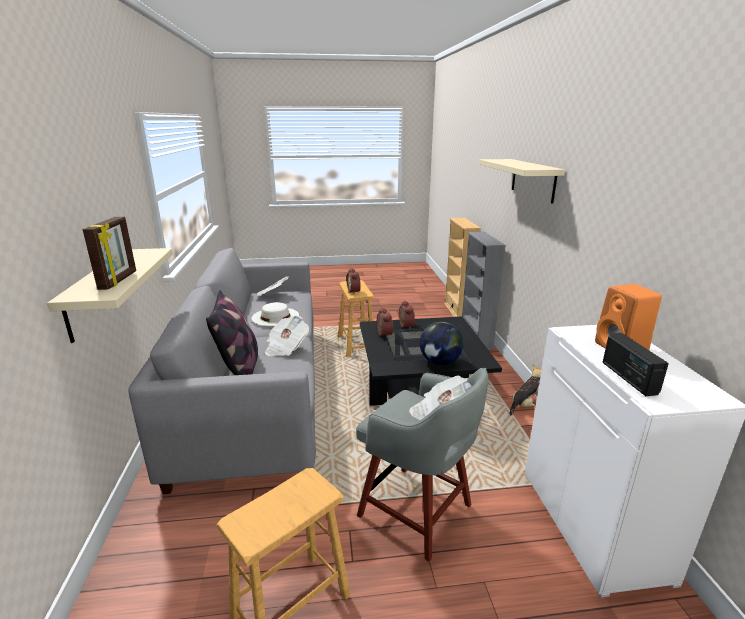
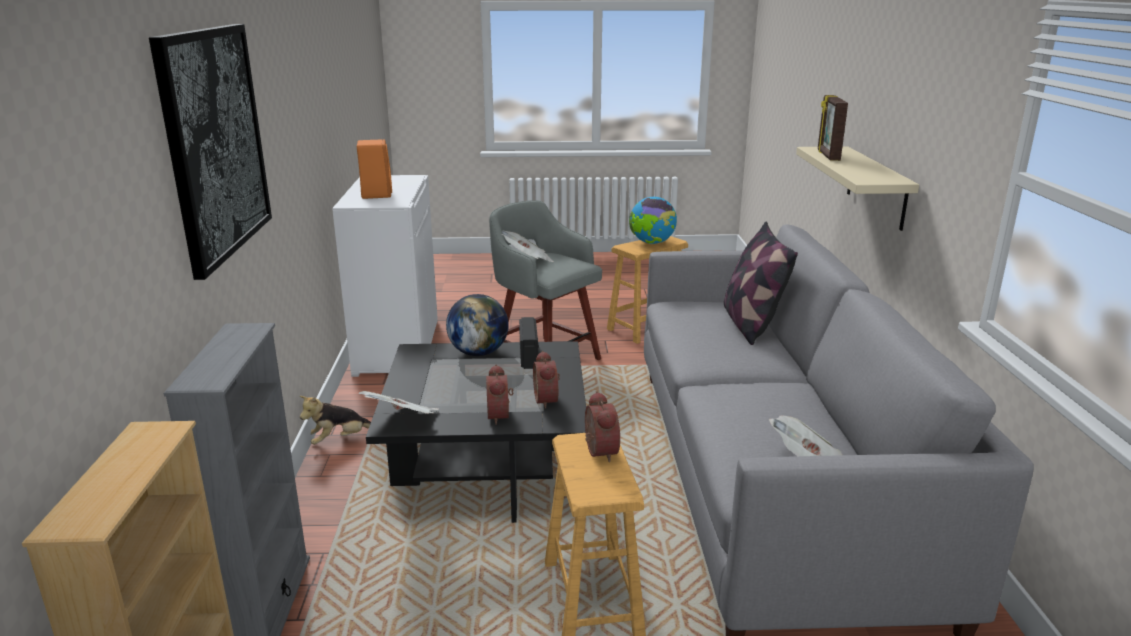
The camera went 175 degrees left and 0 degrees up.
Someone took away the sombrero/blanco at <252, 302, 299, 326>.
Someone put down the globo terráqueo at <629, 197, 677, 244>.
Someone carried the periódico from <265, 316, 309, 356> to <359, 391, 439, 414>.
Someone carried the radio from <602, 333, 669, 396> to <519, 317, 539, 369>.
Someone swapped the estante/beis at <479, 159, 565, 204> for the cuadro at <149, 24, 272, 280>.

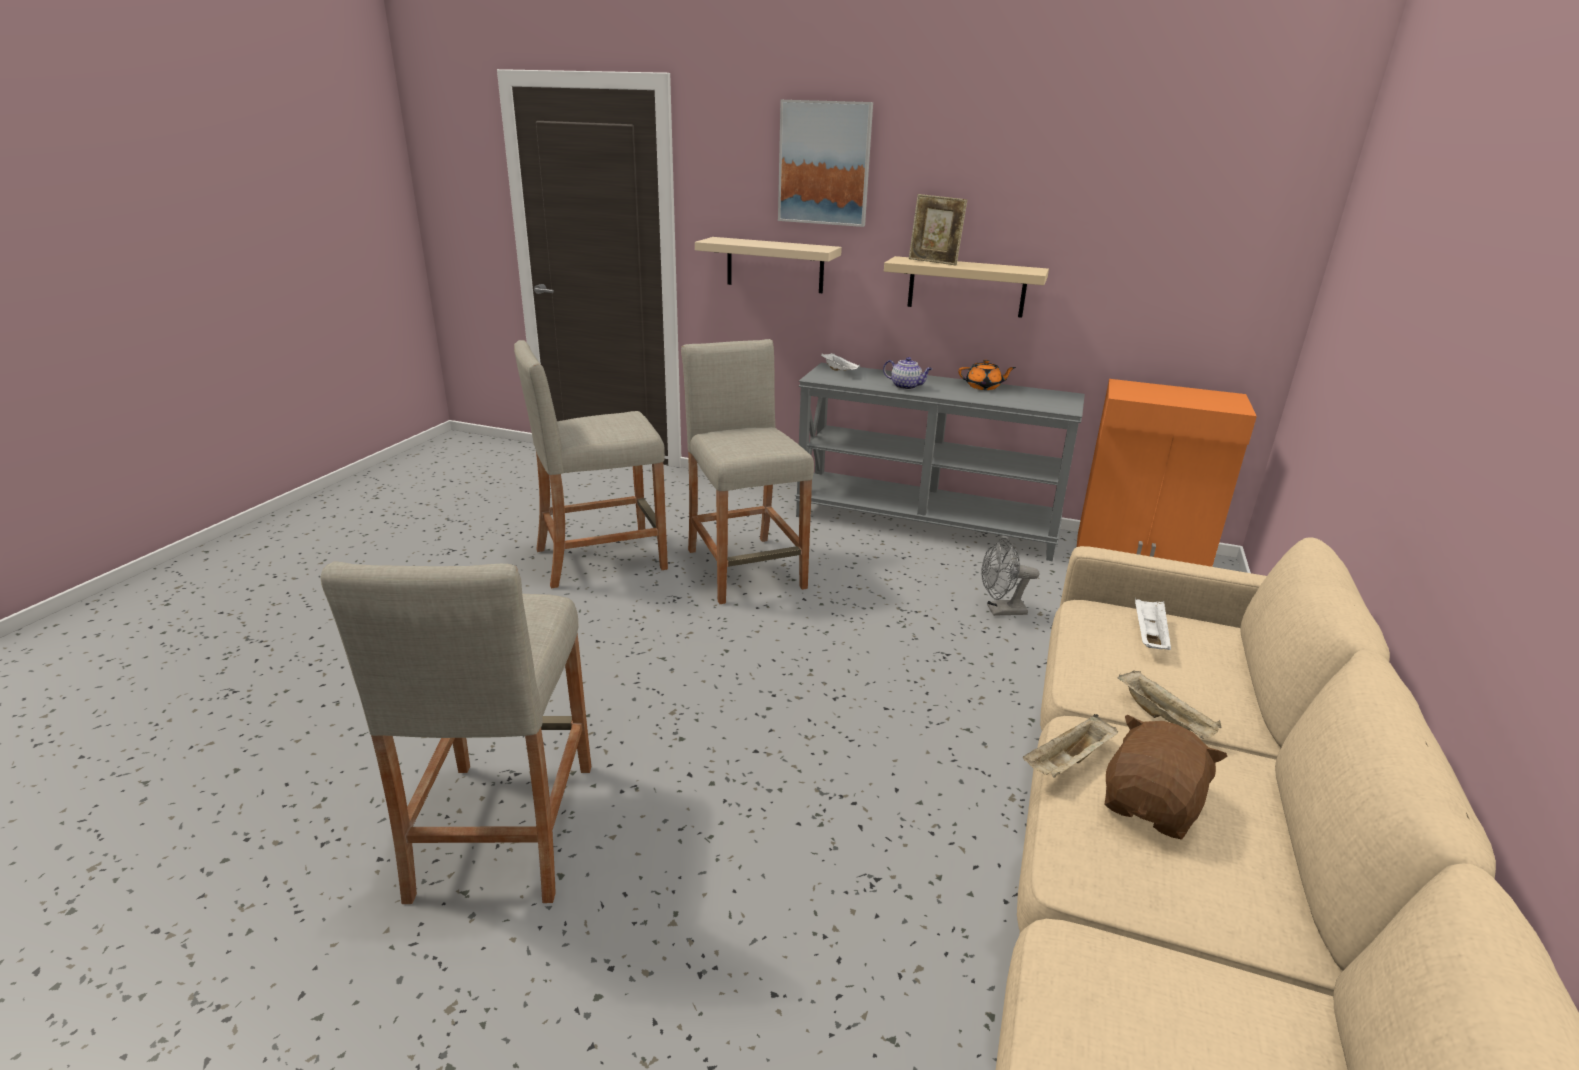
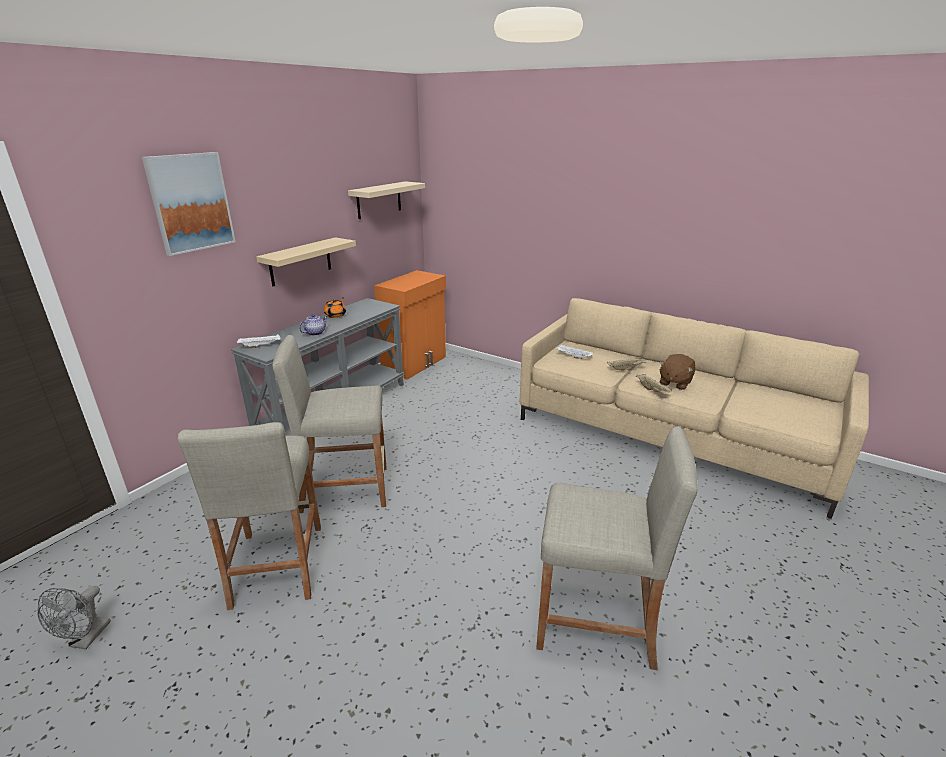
The camera went 75 degrees left and 0 degrees up.
Someone took away the portarretratos at <909, 194, 967, 266>.
Someone carried the estante/beis from <695, 237, 842, 293> to <348, 181, 425, 219>.
Someone carried the ventilador/gris from <981, 538, 1039, 616> to <37, 586, 111, 649>.
Someone rotated the peluche/marrón at <1104, 714, 1227, 840> by 105 degrees counterclockwise.

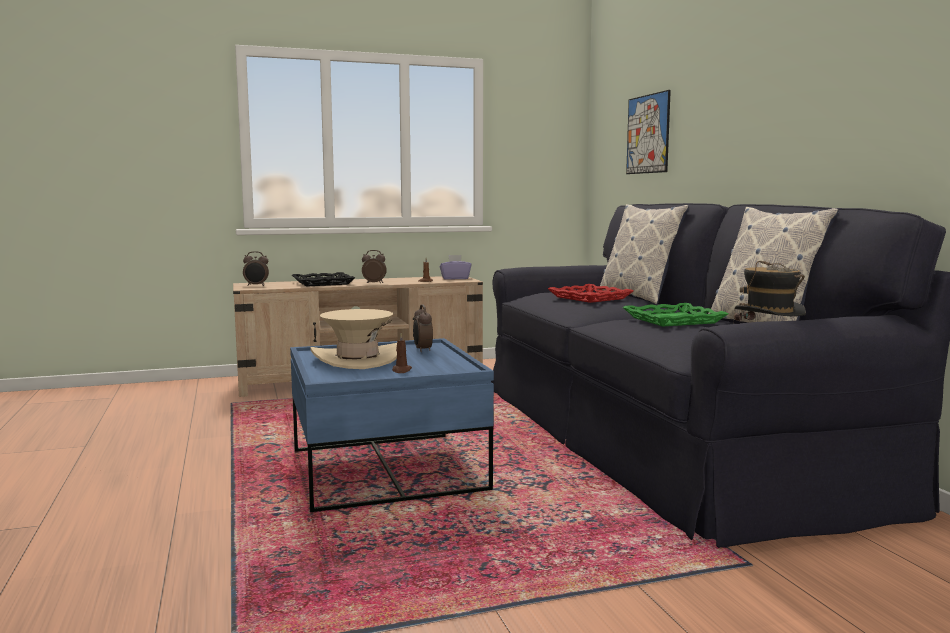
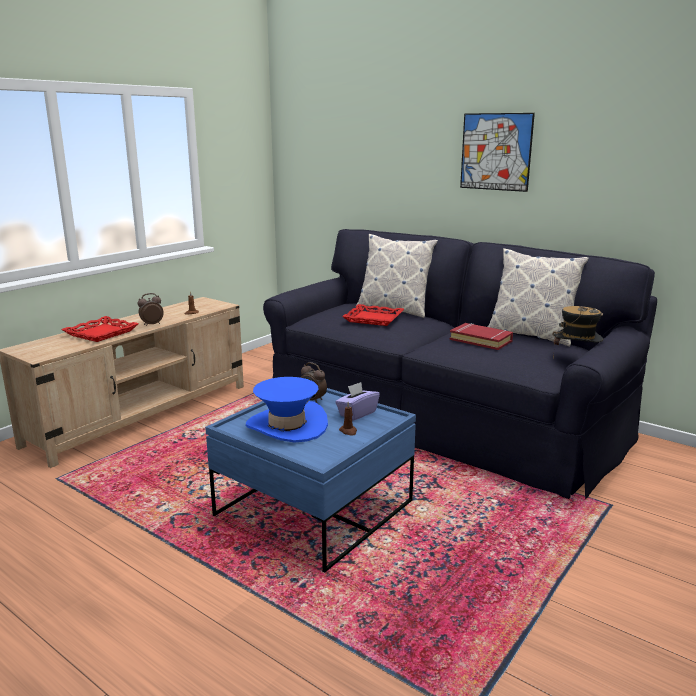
The camera went 35 degrees left and 10 degrees up.
Someone took away the despertador at <243, 251, 269, 286>.
Someone carried the caja de pañuelos/morado from <440, 255, 471, 280> to <335, 382, 380, 421>.
Someone carried the cuadro from <626, 90, 671, 174> to <460, 113, 535, 192>.
Someone swapped the bandeja/verde at <623, 303, 728, 327> for the libro/rojo at <450, 323, 513, 350>.
Someone repainted the bandeja/negro at <292, 272, 355, 286>, which became the bandeja/rojo at <61, 316, 139, 342>.
Someone repainted the sombrero/beis at <310, 309, 397, 369>, which became the sombrero/azul at <246, 377, 328, 443>.

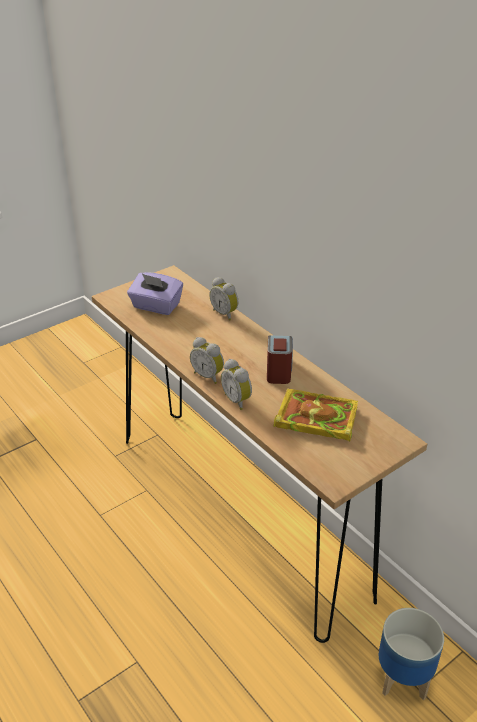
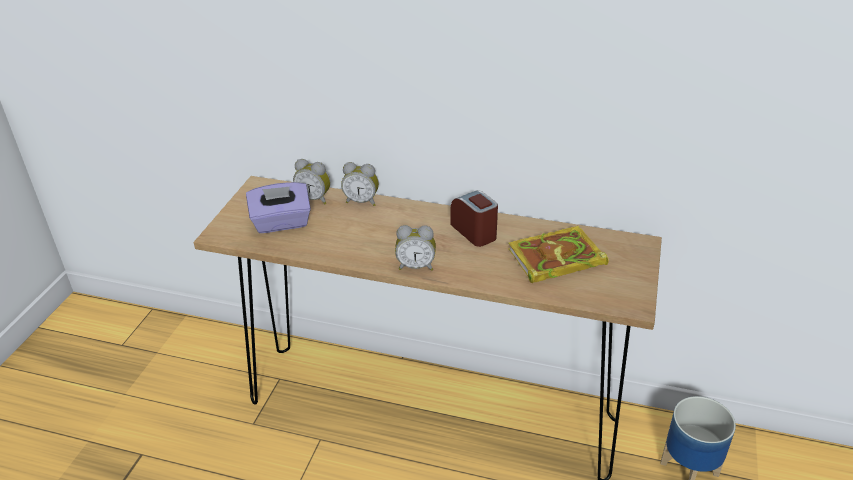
The camera went 35 degrees left and 0 degrees up.
Someone carried the despertador from <221, 359, 252, 410> to <293, 159, 330, 204>.

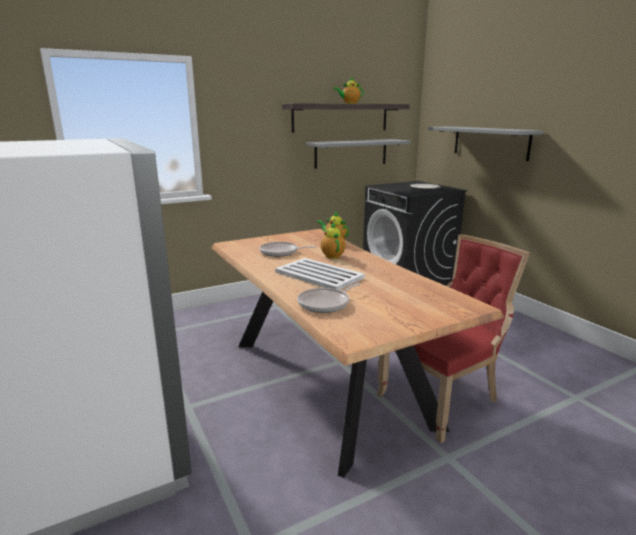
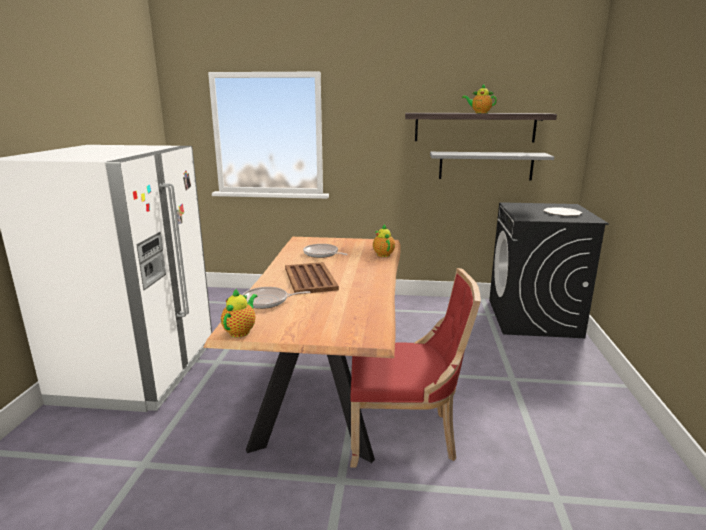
The camera went 35 degrees right and 0 degrees up.
Someone took away the estante/gris at <428, 126, 543, 161>.
Someone carried the tetera from <321, 222, 346, 259> to <221, 288, 257, 337>.
Someone repainted the bandeja/blanco at <275, 258, 365, 290>, which became the bandeja/marrón at <285, 262, 339, 295>.

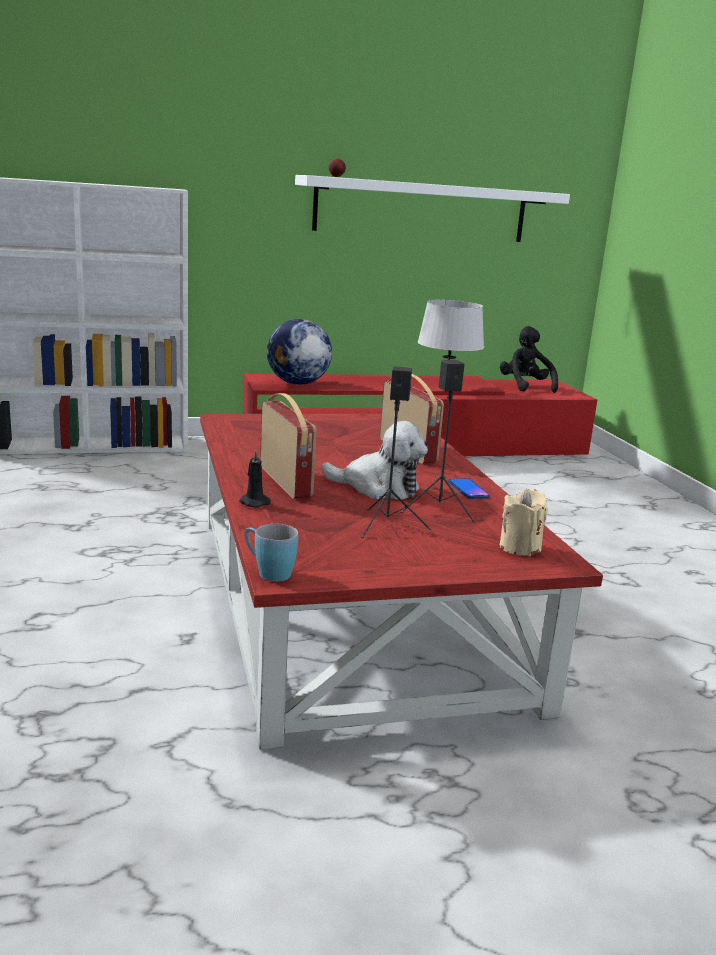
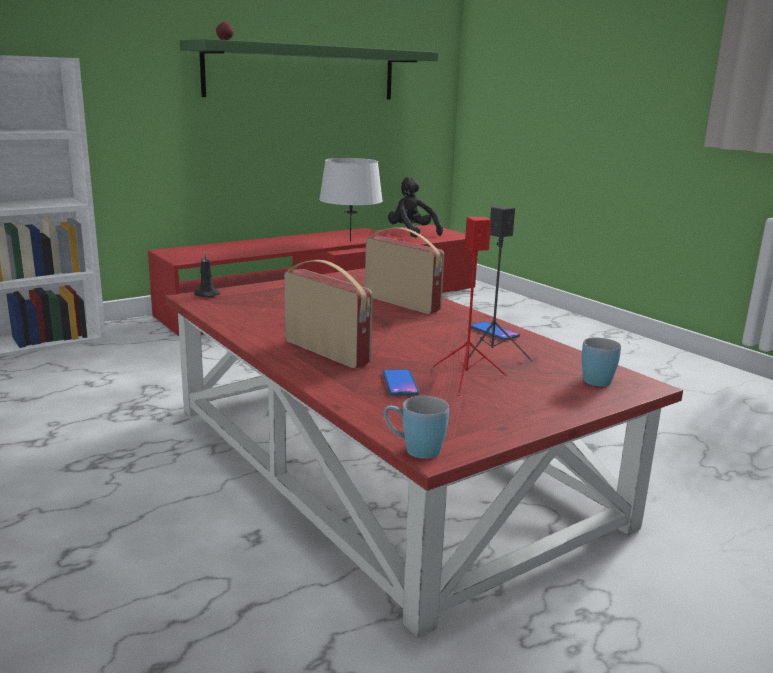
The camera went 20 degrees left and 0 degrees up.
Someone took away the globo terráqueo at <267, 319, 332, 385>.
Someone took away the peluche at <321, 421, 428, 499>.
Someone put down the móvil at <382, 369, 419, 396>.
Someone carried the vela/negro from <239, 449, 271, 508> to <194, 252, 220, 297>.
Someone swapped the vela/beis at <500, 489, 548, 556> for the taza grande/azul at <581, 338, 621, 386>.
Someone repainted the estante/blanco at <295, 175, 570, 242>, which became the estante/verde at <180, 39, 438, 99>.
Someone repainted the altavoz/negro at <361, 366, 431, 538>, which became the altavoz/rojo at <432, 217, 507, 396>.

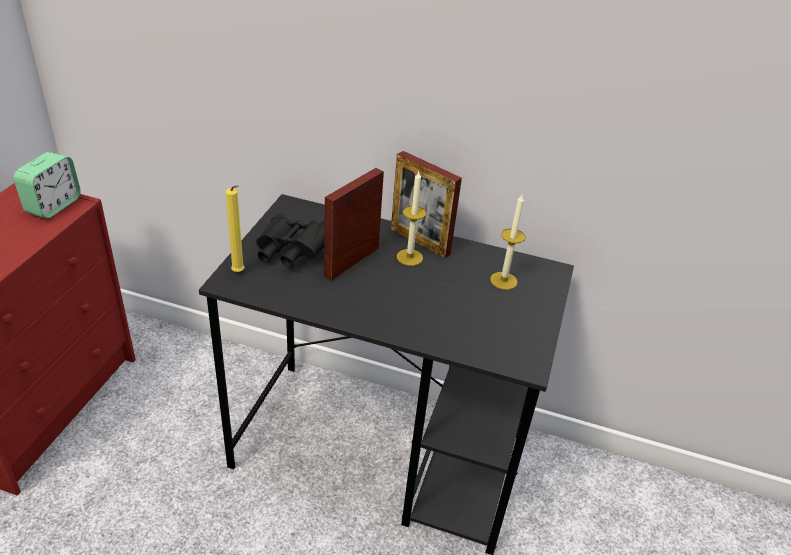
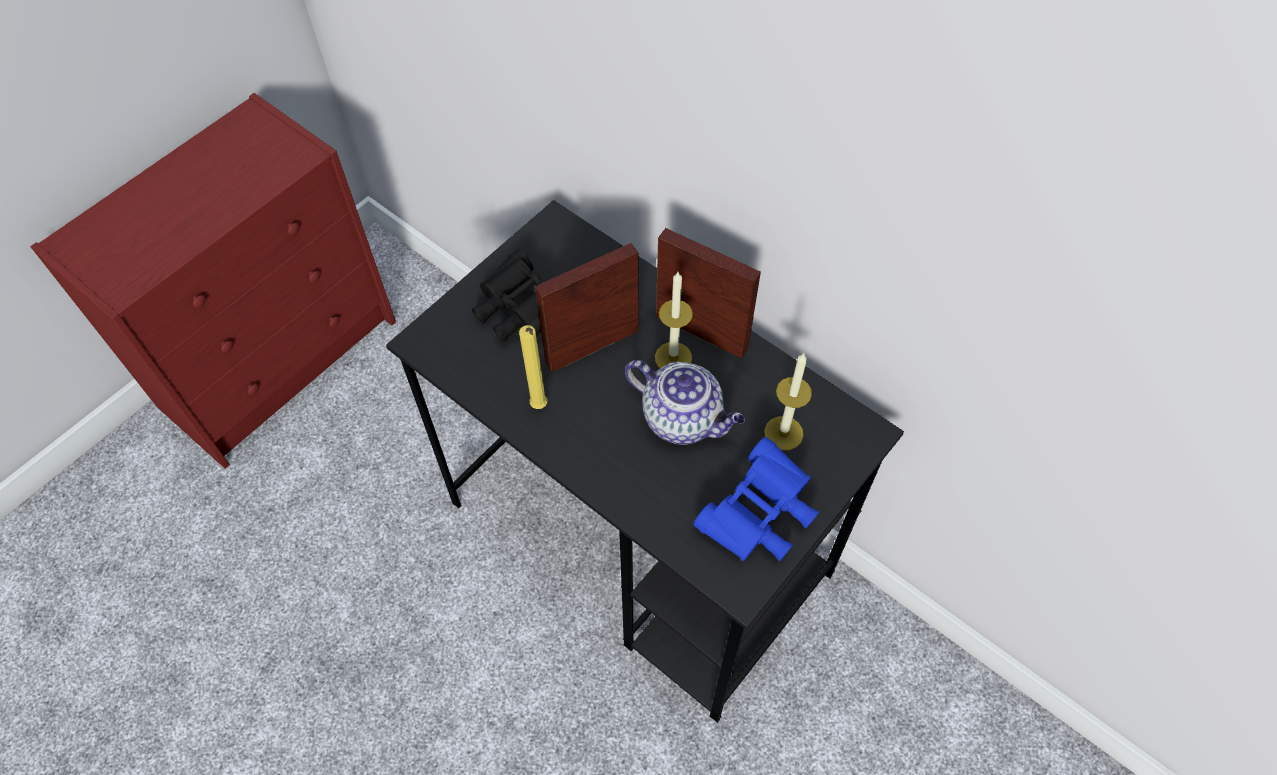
The camera went 25 degrees right and 20 degrees up.
Someone took away the despertador at <13, 152, 81, 218>.
Someone put down the tetera at <625, 360, 745, 445>.
Someone put down the prismáticos/azul at <693, 437, 819, 561>.
Someone carried the vela/amarillo from <226, 185, 245, 272> to <519, 325, 548, 409>.
Someone rotated the portarretratos at <391, 151, 462, 258> by 150 degrees clockwise.

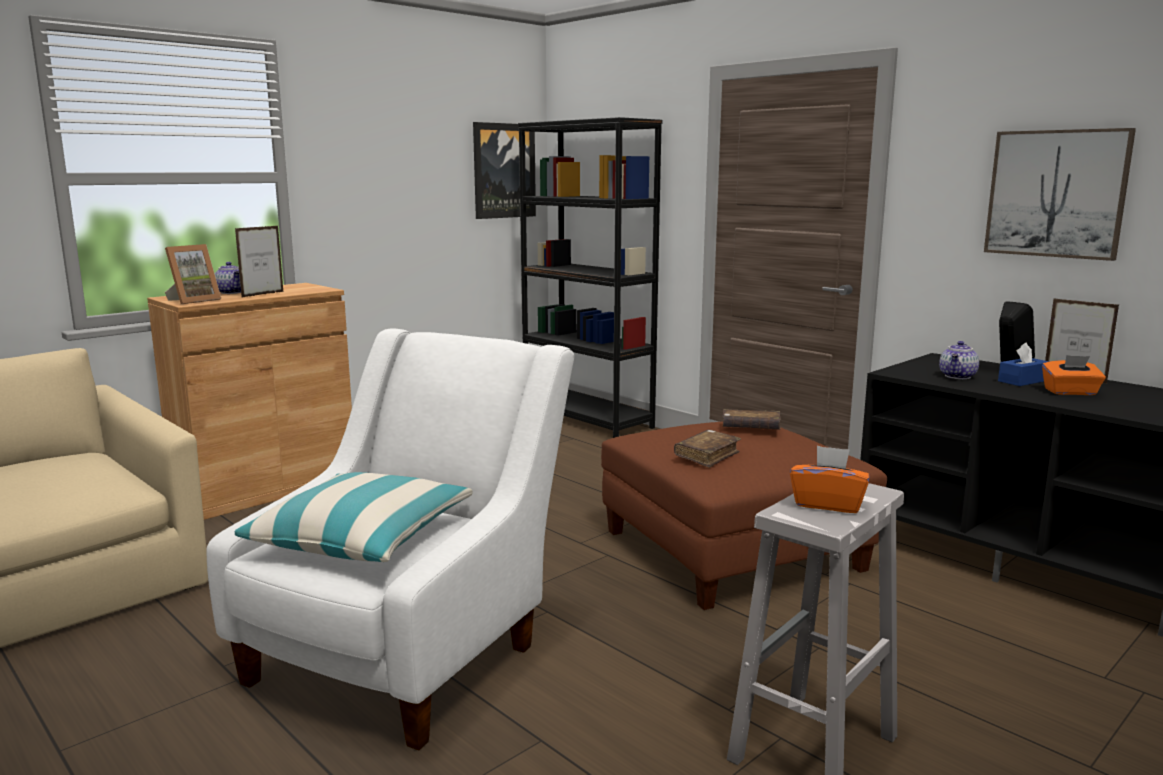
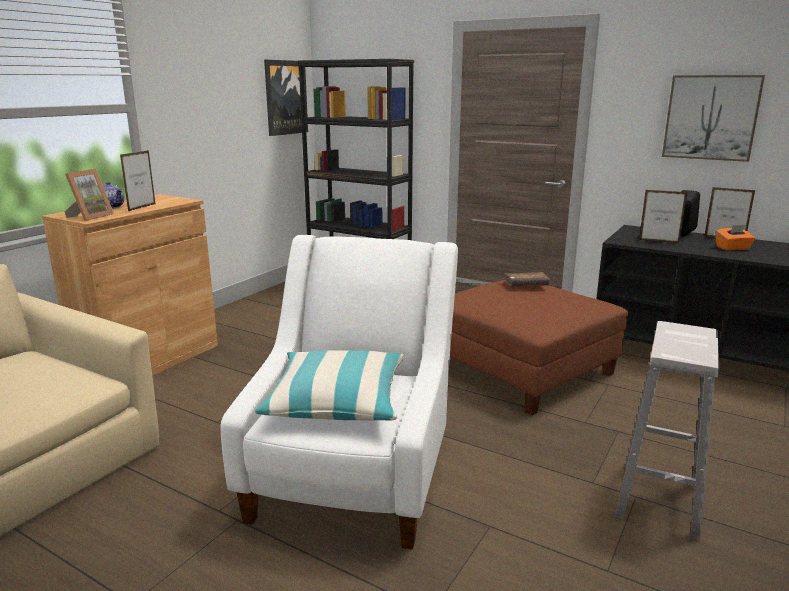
The camera went 15 degrees left and 5 degrees up.
Someone took away the libro/marrón at <674, 430, 741, 468>.
Someone took away the caja de pañuelos/naranja at <790, 445, 869, 513>.
Someone took away the caja de pañuelos/azul at <998, 343, 1049, 386>.
Someone swapped the tetera at <939, 341, 979, 379> for the portarretratos at <639, 190, 688, 243>.

